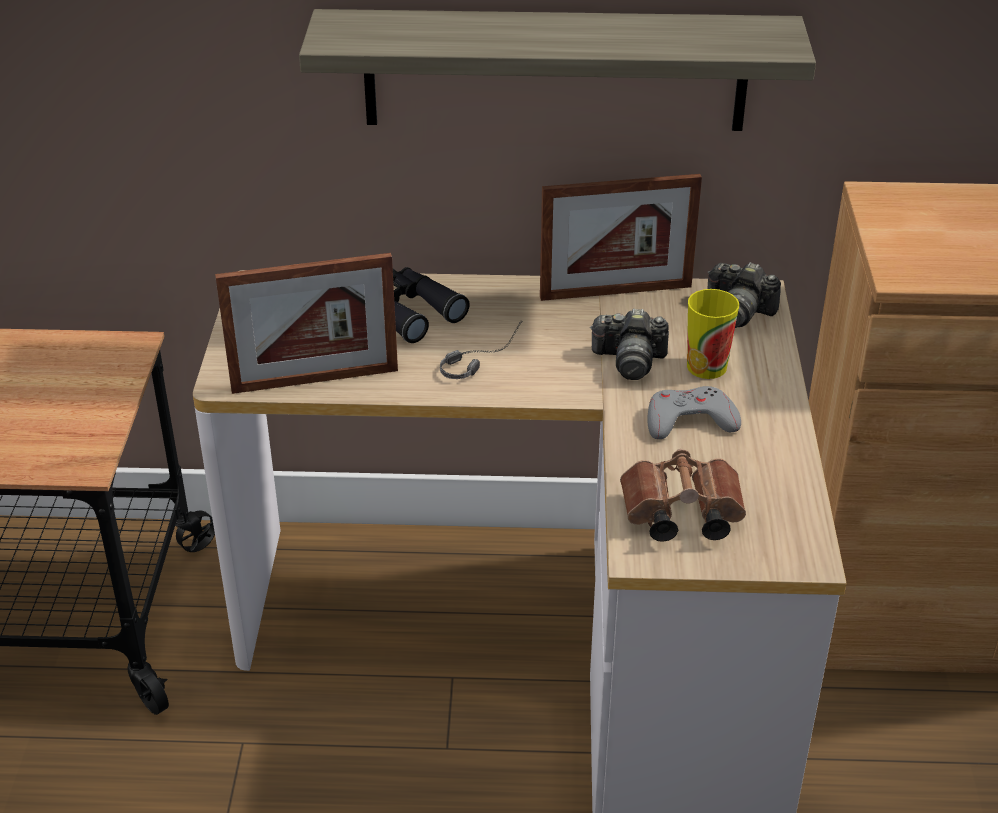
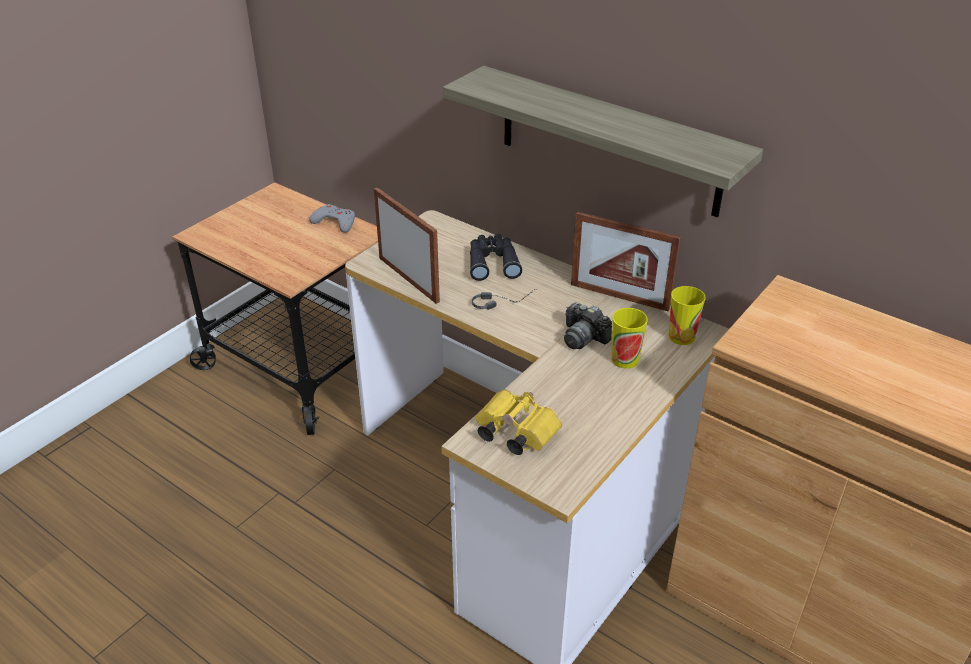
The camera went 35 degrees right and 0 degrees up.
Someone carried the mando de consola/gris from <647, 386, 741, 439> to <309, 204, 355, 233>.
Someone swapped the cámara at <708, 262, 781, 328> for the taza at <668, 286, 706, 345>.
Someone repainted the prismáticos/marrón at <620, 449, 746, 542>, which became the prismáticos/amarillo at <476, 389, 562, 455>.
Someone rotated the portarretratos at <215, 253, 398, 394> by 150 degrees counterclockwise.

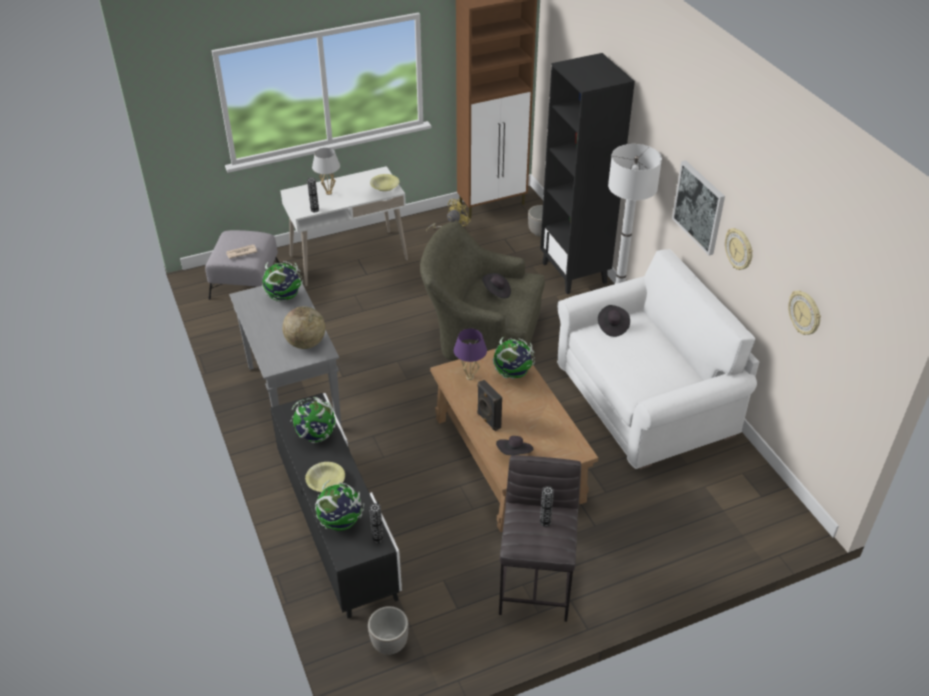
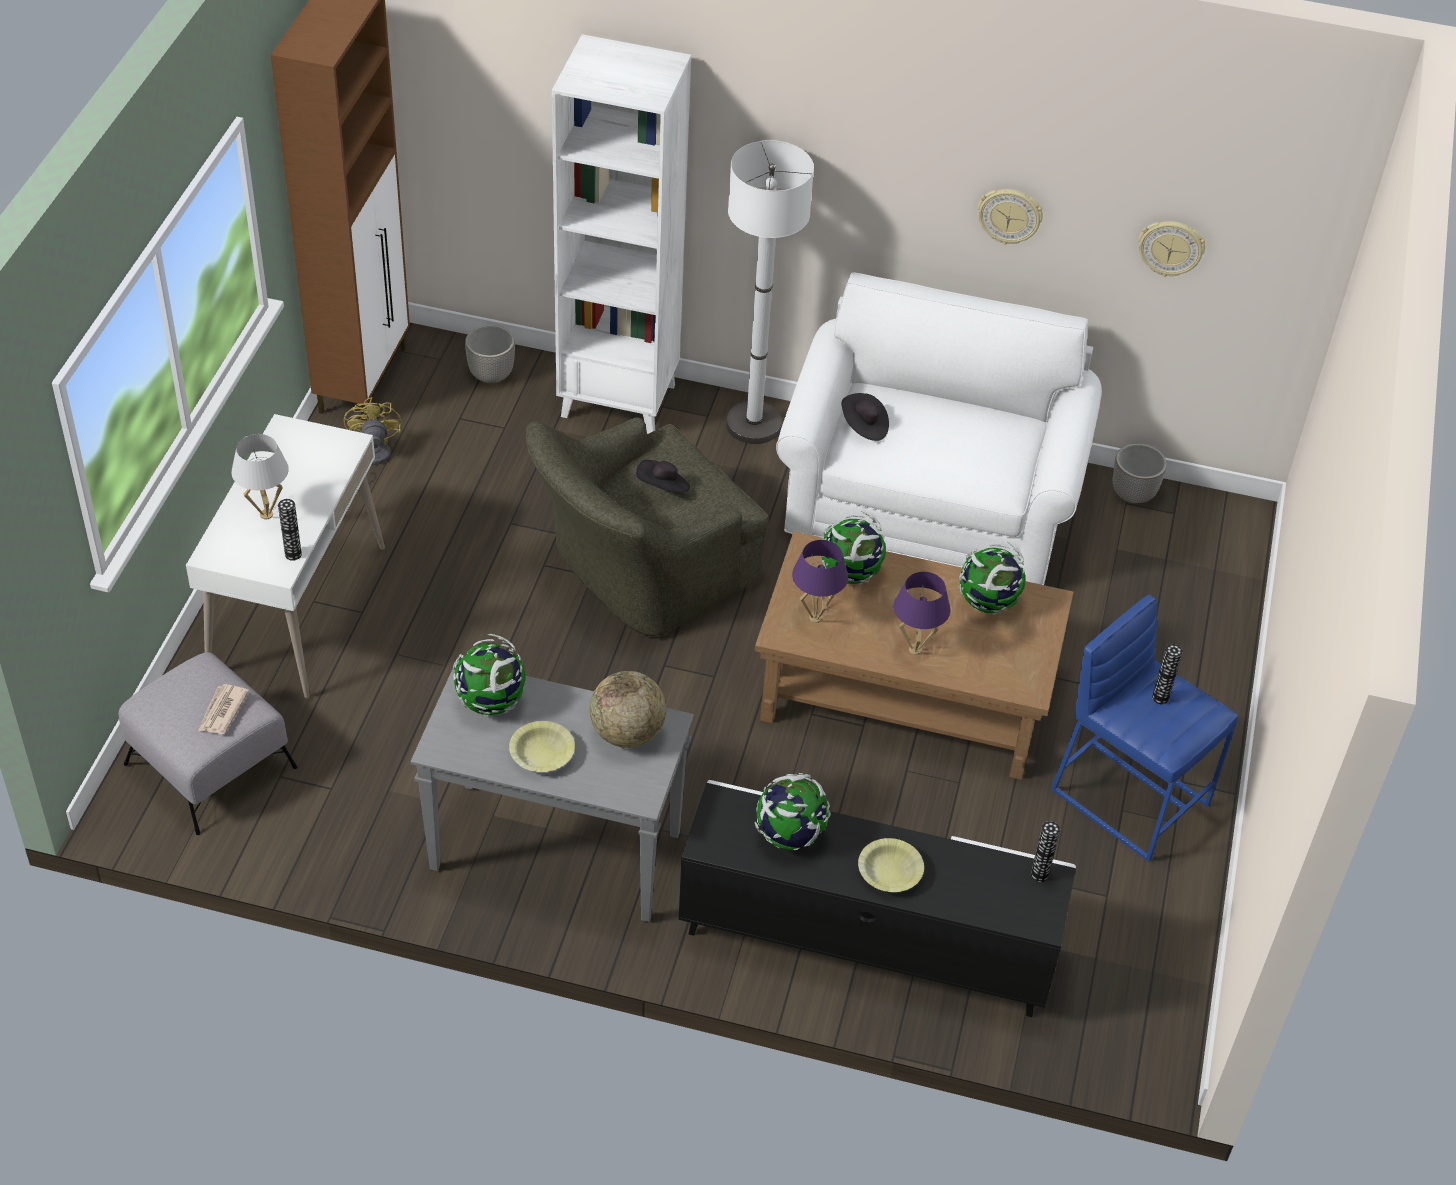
The camera went 55 degrees left and 5 degrees up.
Someone took away the sombrero/negro at <496, 436, 533, 455>.
Someone took away the cuadro at <672, 160, 725, 255>.
Someone carried the globo terráqueo from <315, 480, 364, 531> to <959, 542, 1026, 615>.
Someone carried the maceta from <368, 606, 409, 655> to <1113, 443, 1167, 504>.
Someone carried the cuenco/amarillo from <370, 174, 400, 191> to <509, 721, 575, 772>.
Someone swapped the altavoz/negro at <477, 380, 502, 431> for the lámpara de mesa/morado at <894, 572, 950, 655>.
Someone repainted the taburete/gris at <499, 455, 581, 622>, which became the taburete/azul at <1051, 595, 1238, 862>.
Someone repainted the estantería/negro at <540, 53, 635, 294>, which became the estantería/blanco at <552, 34, 691, 434>.

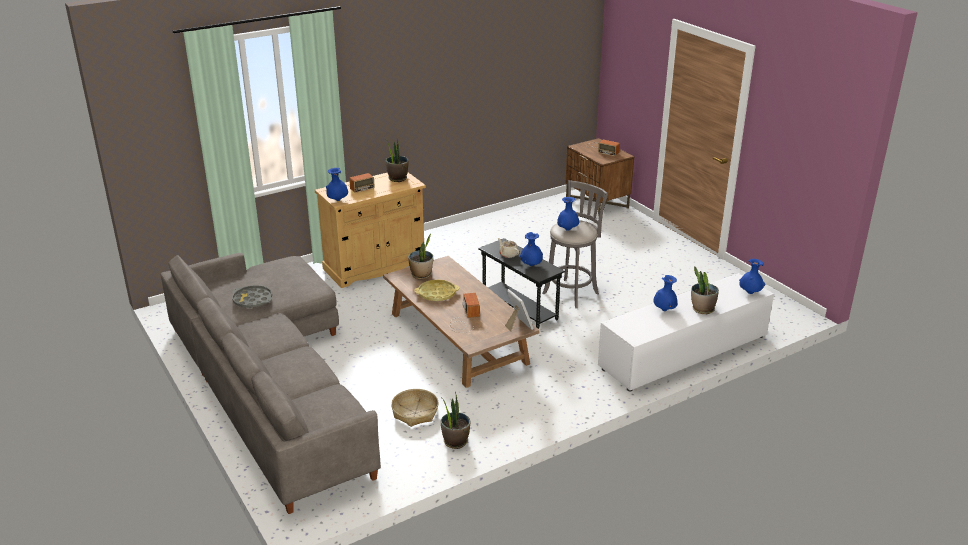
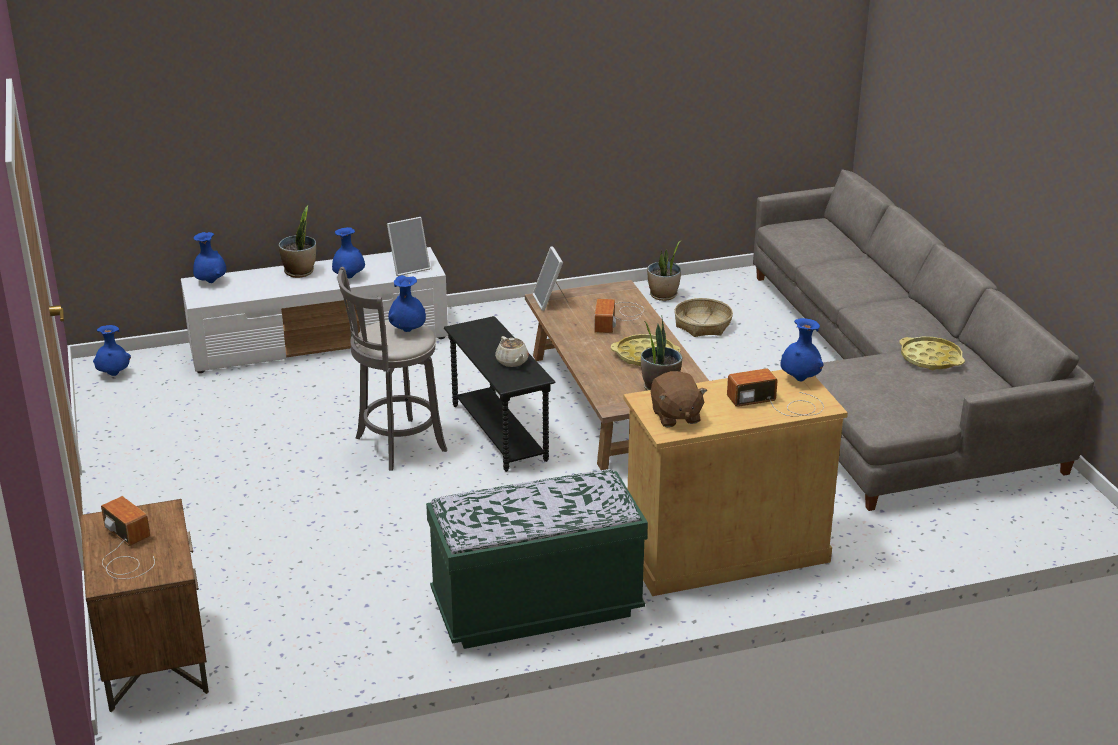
The camera went 165 degrees left and 0 degrees up.
Someone put down the portarretratos at <387, 217, 430, 276>.
Someone put down the banco/verde at <426, 469, 648, 649>.
Someone carried the florero/azul from <520, 232, 543, 266> to <93, 325, 131, 376>.
Someone swapped the planta en maceta at <386, 139, 409, 182> for the peluche/marrón at <650, 371, 707, 427>.
Someone repainted the bandeja/gris at <232, 285, 272, 308>, which became the bandeja/amarillo at <899, 337, 965, 370>.

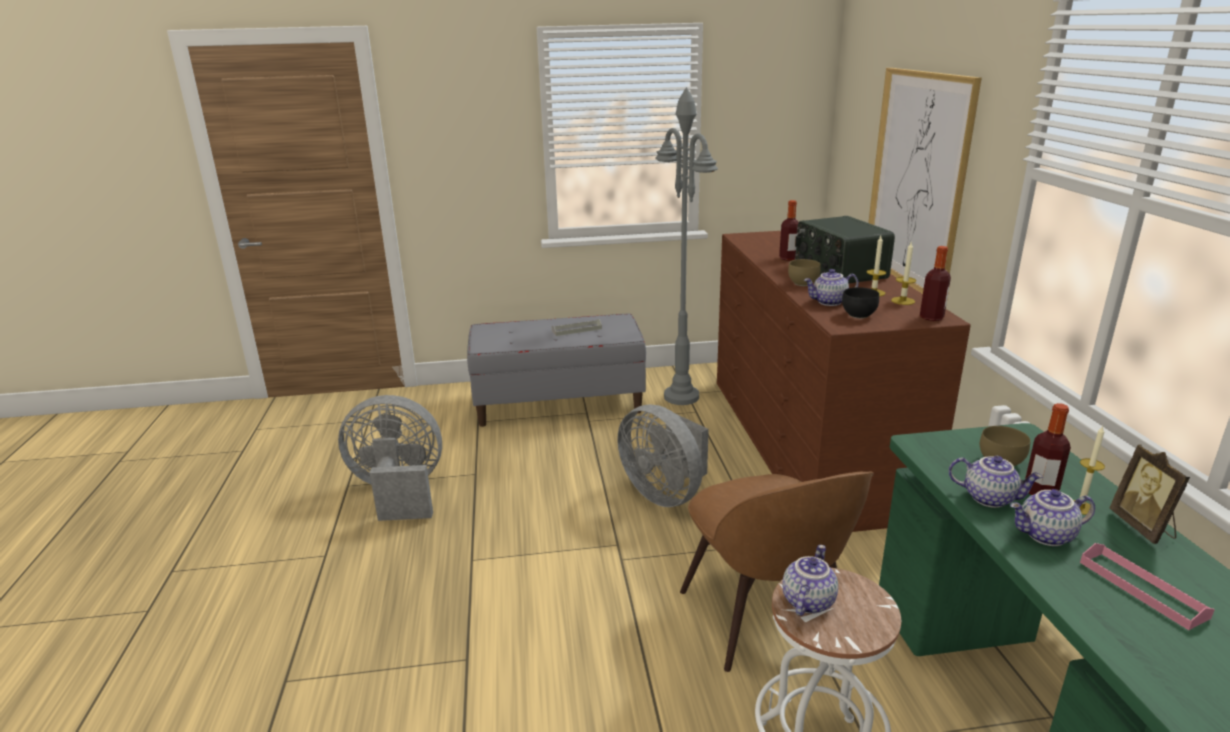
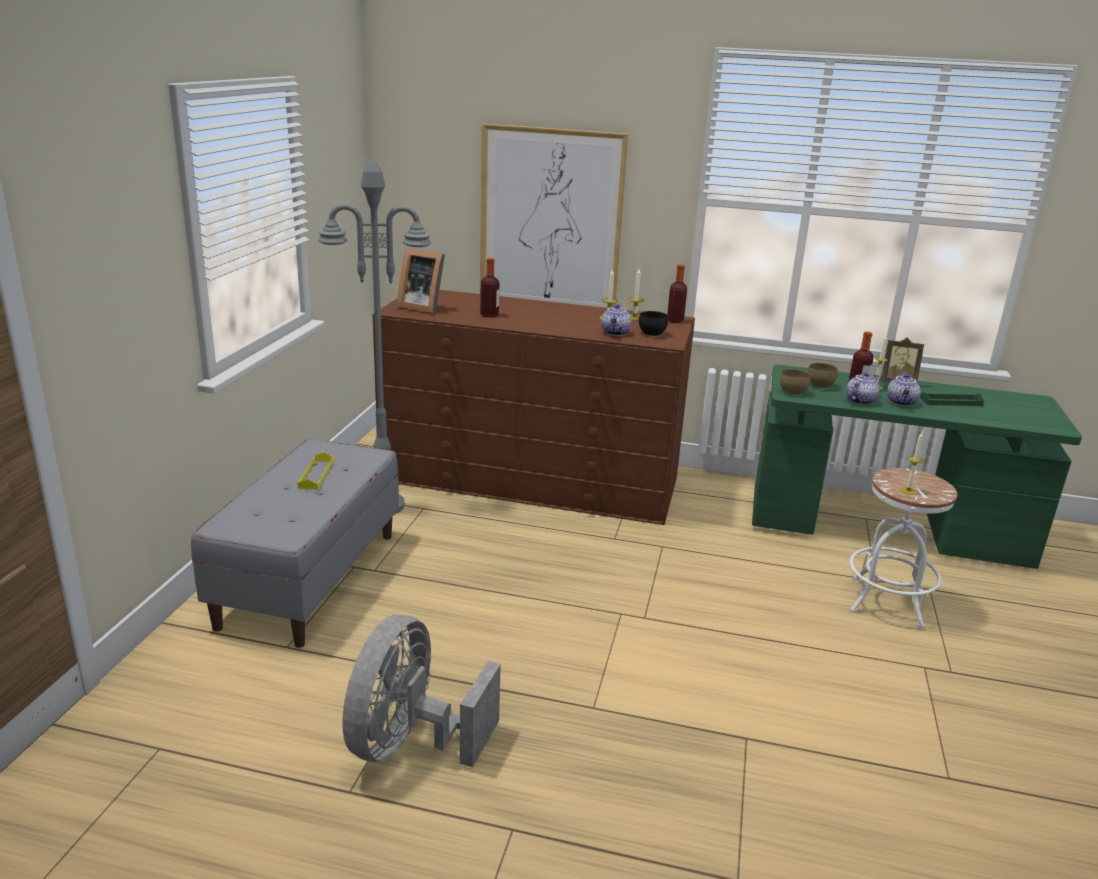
The camera went 70 degrees left and 0 degrees up.
Someone took away the ventilador/gris at <617, 404, 709, 507>.
Someone took away the silla/marrón at <680, 472, 874, 672>.
Someone took away the radio at <795, 216, 895, 284>.
Someone put down the portarretratos at <397, 249, 445, 313>.
Someone carried the cuenco/marrón from <788, 259, 821, 286> to <780, 369, 811, 395>.
Someone swapped the tetera at <782, 545, 838, 616> for the vela at <899, 432, 923, 495>.
Someone repainted the bandeja/gris at <552, 319, 602, 336>, which became the bandeja/amarillo at <297, 452, 334, 490>.
Someone repainted the bandeja/rosa at <1080, 543, 1215, 630>, which became the bandeja/verde at <920, 392, 984, 406>.

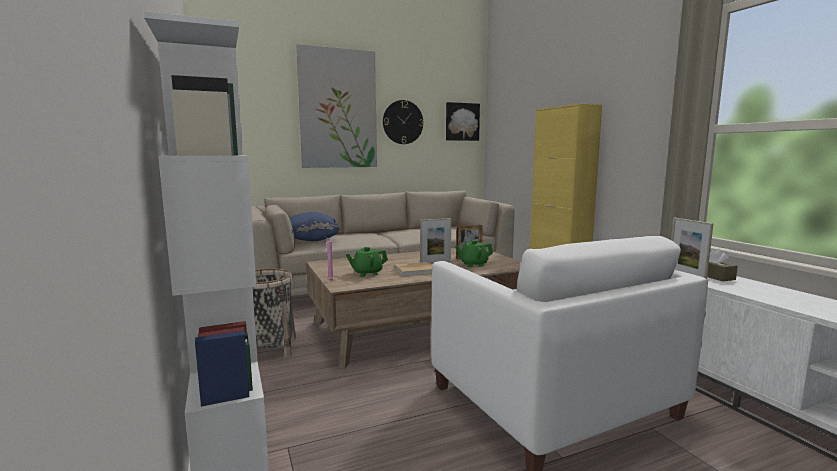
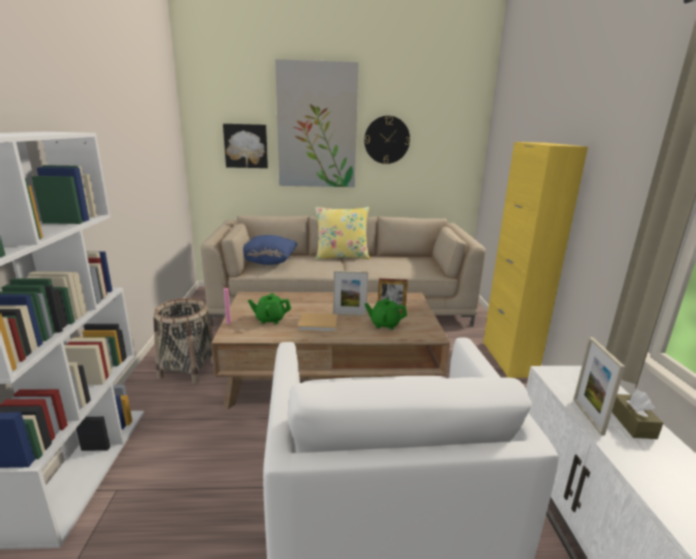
The camera went 20 degrees right and 10 degrees up.
Someone put down the cojín/amarillo at <315, 207, 370, 260>.
Someone carried the cuadro from <446, 102, 480, 141> to <223, 124, 268, 168>.

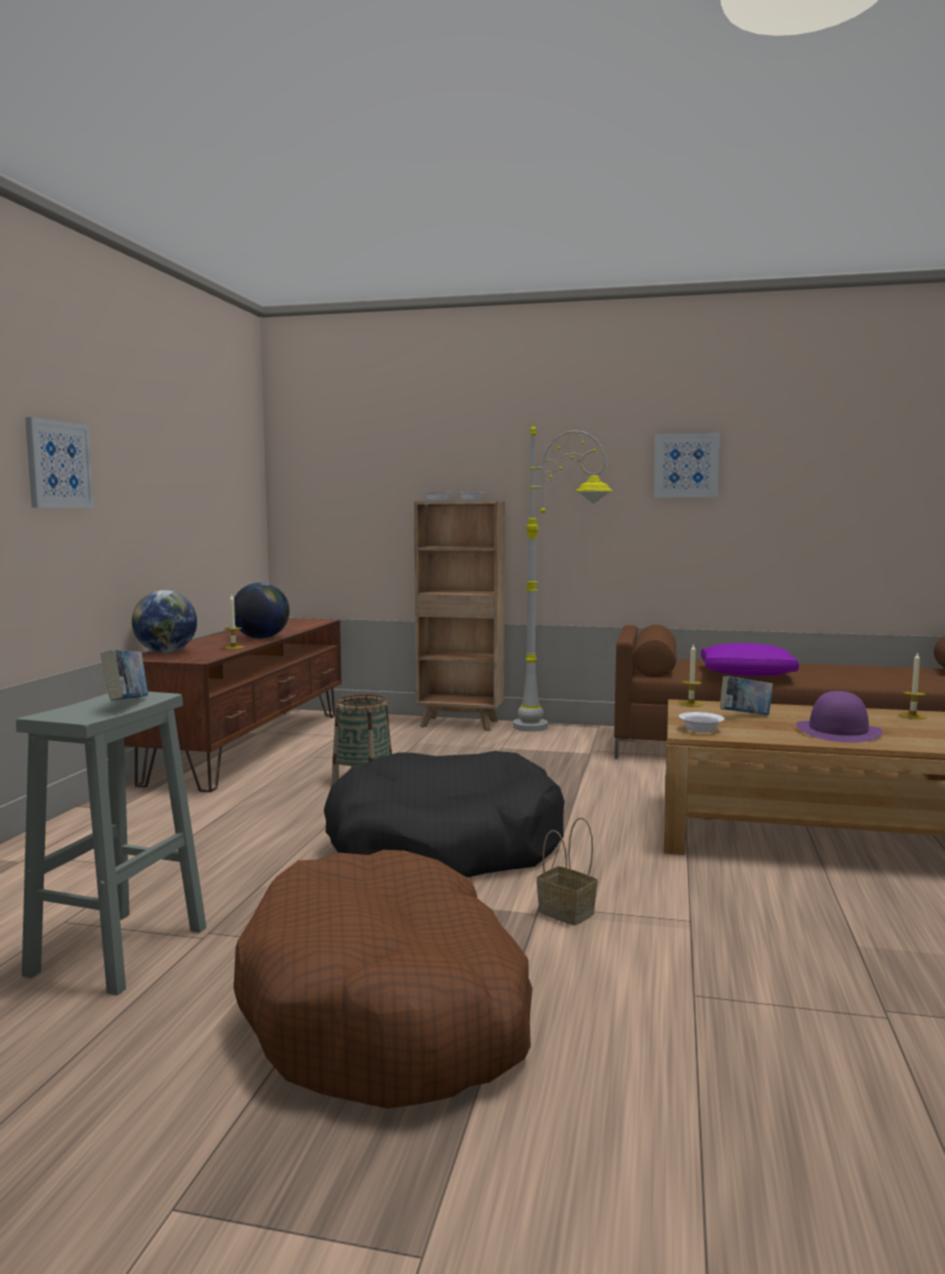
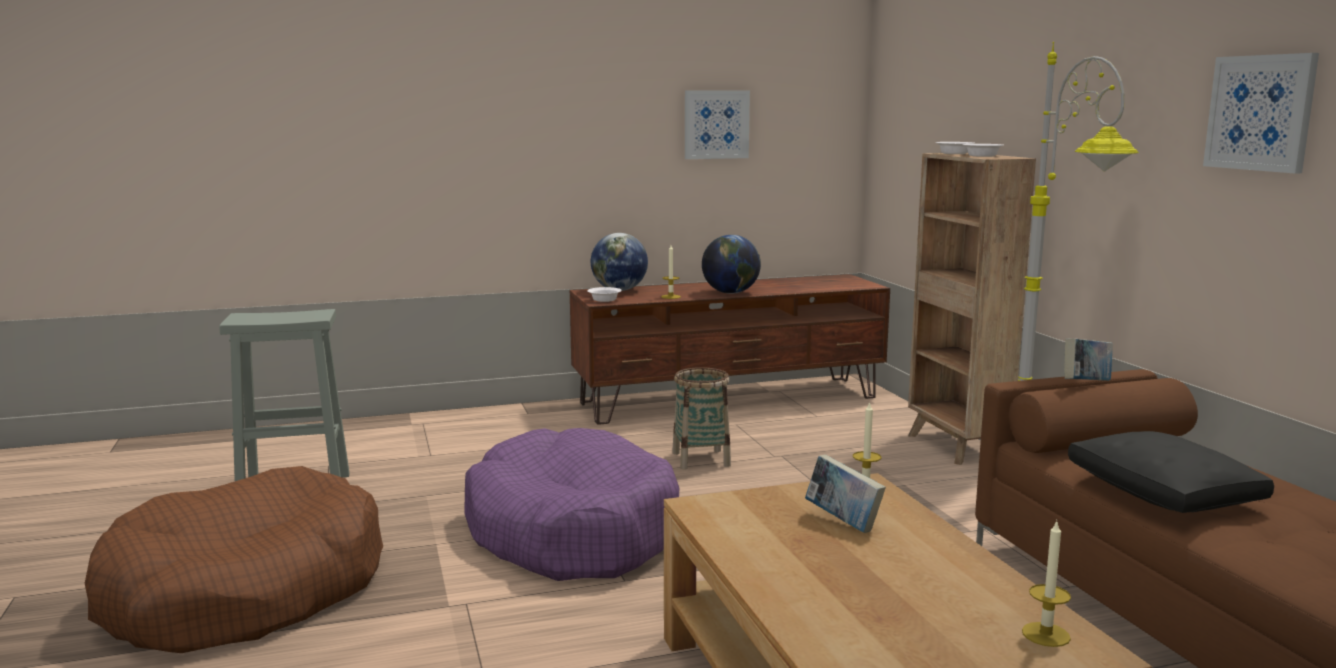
The camera went 60 degrees right and 5 degrees up.
Someone took away the cesta at <537, 818, 597, 925>.
Someone took away the sombrero/morado at <796, 691, 883, 743>.
Someone carried the cuadro from <25, 417, 94, 508> to <685, 90, 750, 159>.
Someone carried the libro from <100, 649, 148, 701> to <1064, 338, 1113, 381>.
Someone carried the cuenco/blanco from <679, 712, 724, 732> to <587, 287, 622, 302>.
Someone repainted the cama para perro/negro at <324, 751, 564, 877>, which became the cama para perro/morado at <464, 428, 679, 581>.
Someone repainted the cojín/morado at <701, 643, 799, 676>, which became the cojín/negro at <1068, 431, 1274, 513>.

